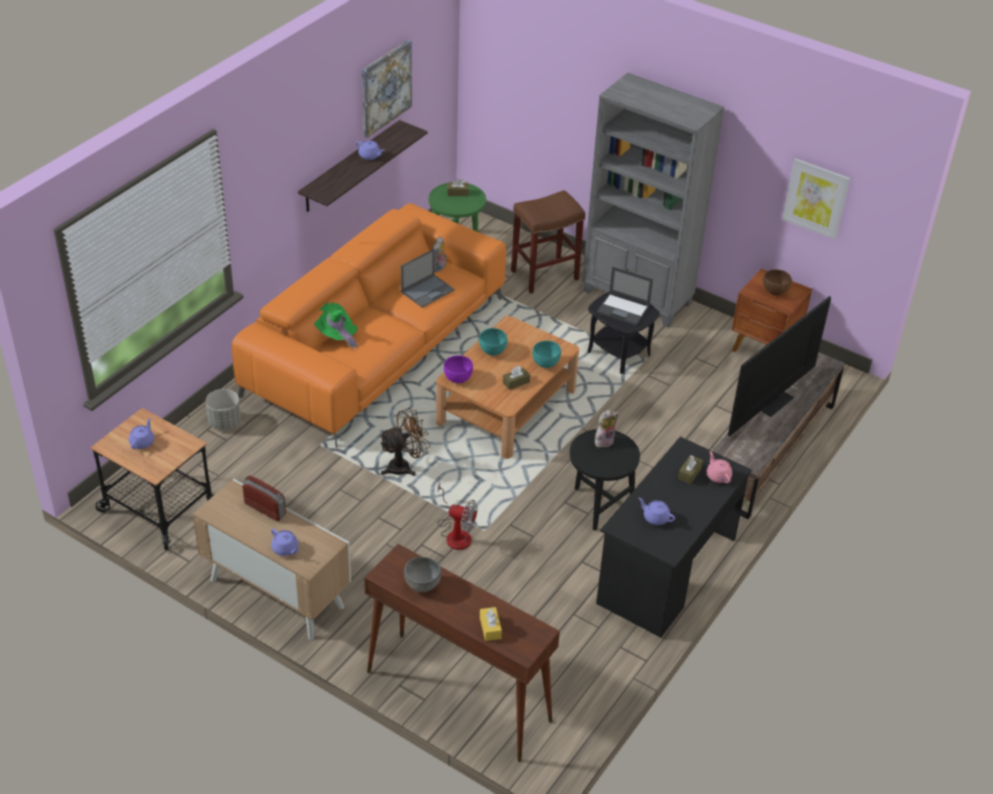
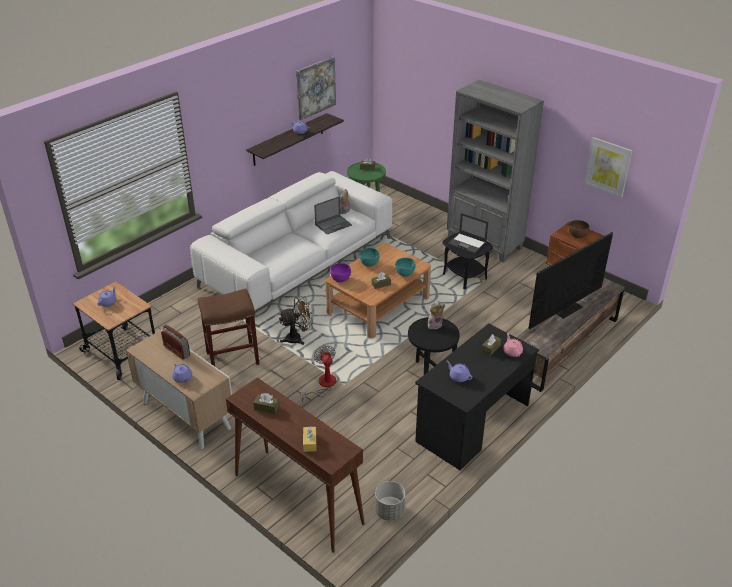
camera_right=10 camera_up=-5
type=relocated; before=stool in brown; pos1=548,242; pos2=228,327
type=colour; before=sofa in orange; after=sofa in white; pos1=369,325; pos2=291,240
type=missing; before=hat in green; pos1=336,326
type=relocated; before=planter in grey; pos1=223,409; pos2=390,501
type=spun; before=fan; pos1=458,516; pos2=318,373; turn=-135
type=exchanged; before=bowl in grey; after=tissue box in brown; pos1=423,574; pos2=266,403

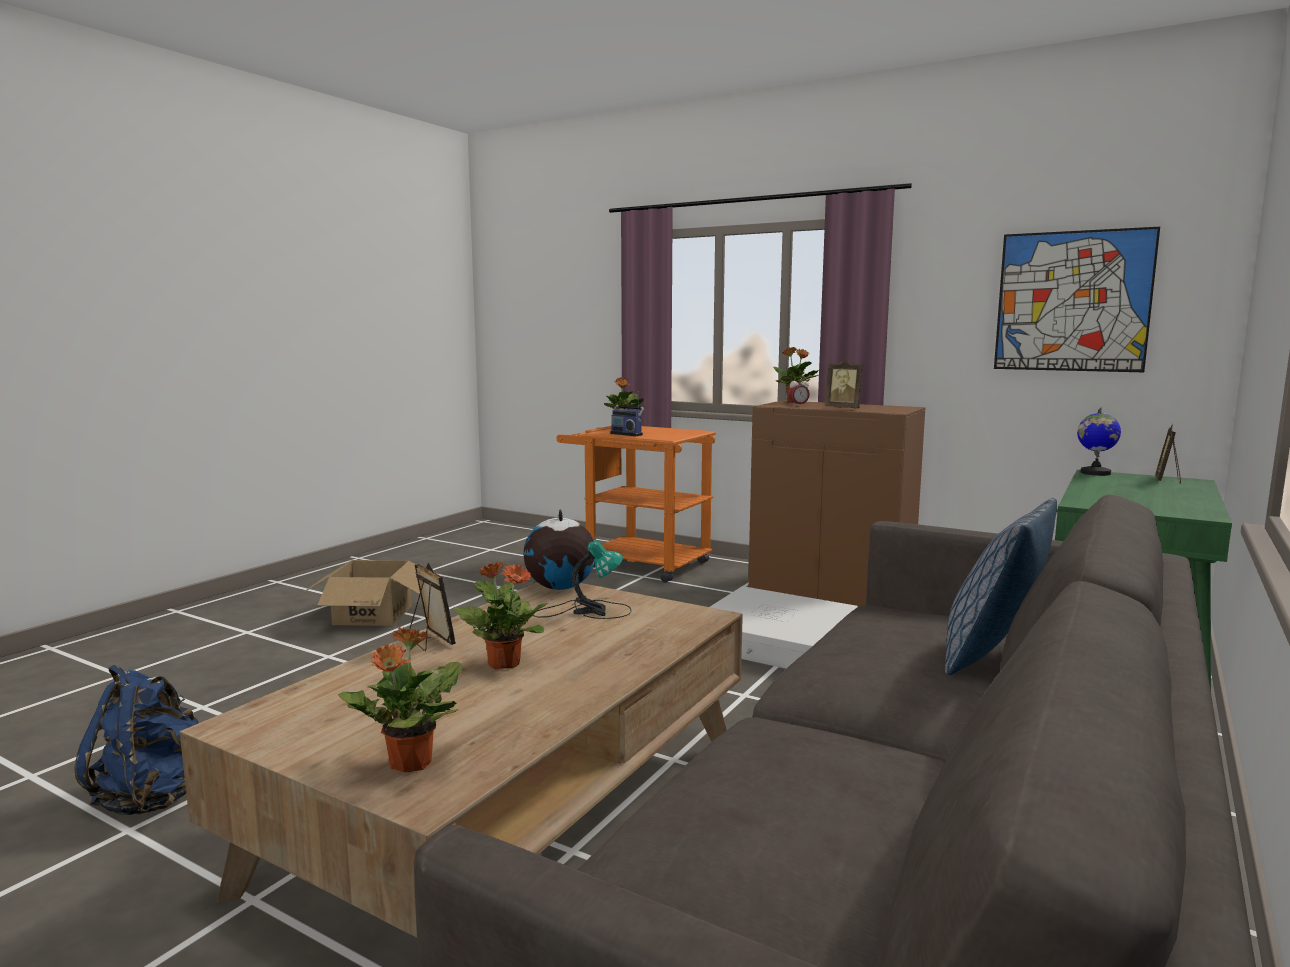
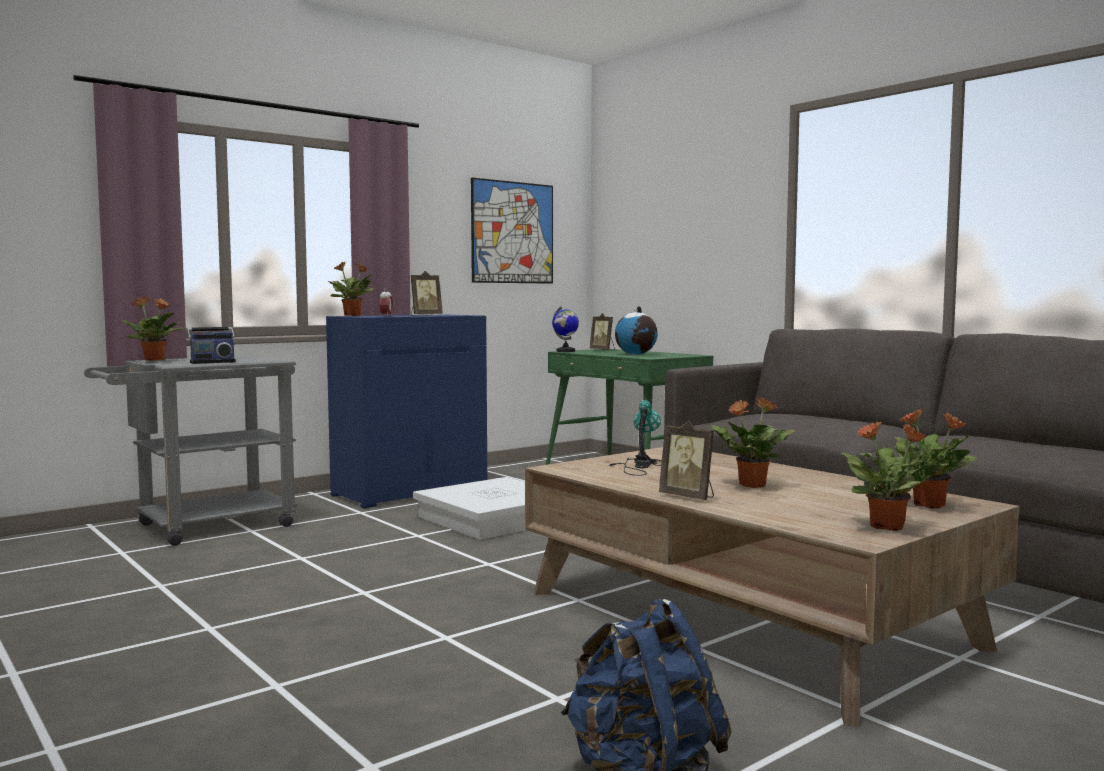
camera_right=-70 camera_up=-5
type=colour; before=cabinet in brown; after=cabinet in blue; pos1=836,503; pos2=406,411
type=colour; before=cart in orange; after=cart in grey; pos1=636,504; pos2=191,450
type=missing; before=pillow; pos1=1001,586
type=relocated; before=globe; pos1=559,549; pos2=636,330
type=missing; before=cardboard box; pos1=360,593
type=spun; before=picture frame; pos1=432,607; pos2=686,460; turn=-120
type=appeared; after=potted plant; pos2=891,476

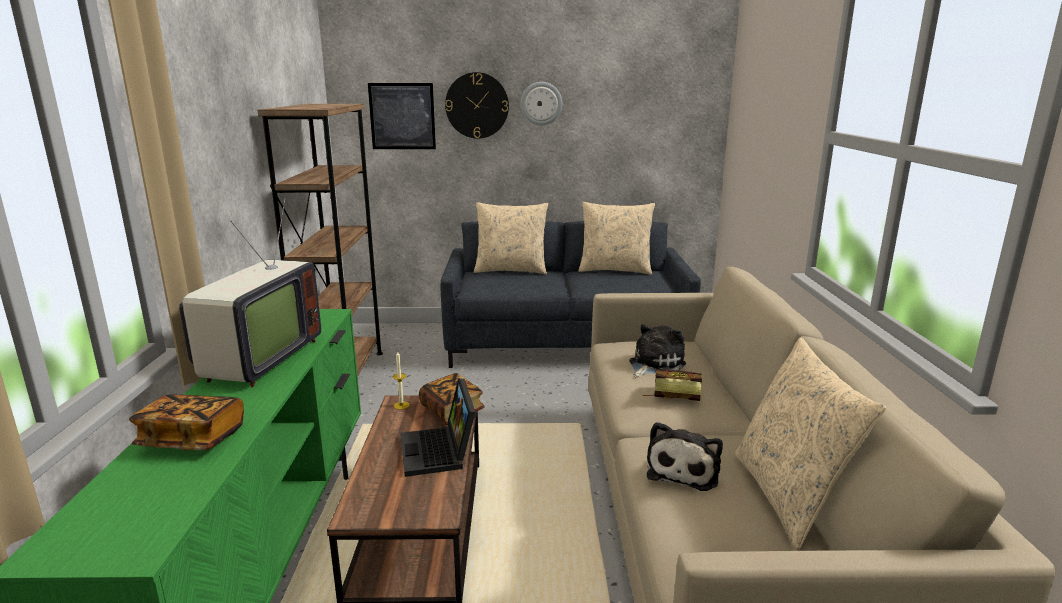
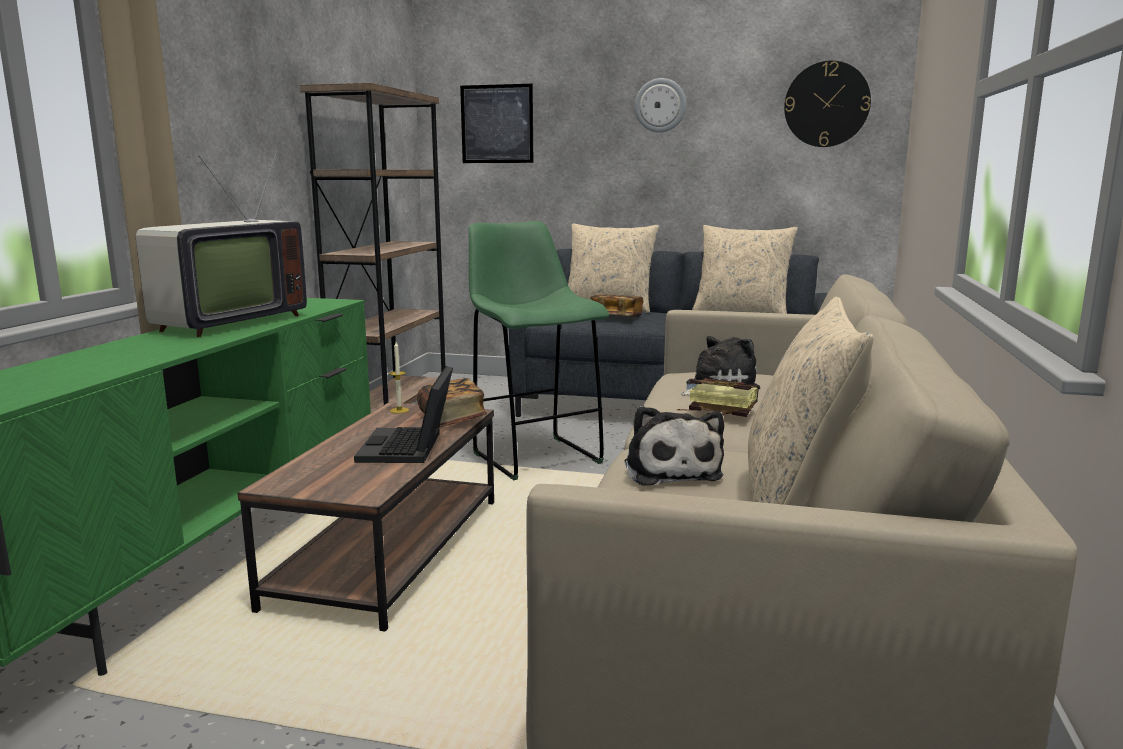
camera_right=15 camera_up=-5
type=relocated; before=wall clock; pos1=477,105; pos2=827,104
type=relocated; before=book; pos1=186,422; pos2=616,305
type=spun; before=plush toy; pos1=685,456; pos2=674,446; turn=-45
type=appeared; after=stool in green; pos2=539,350

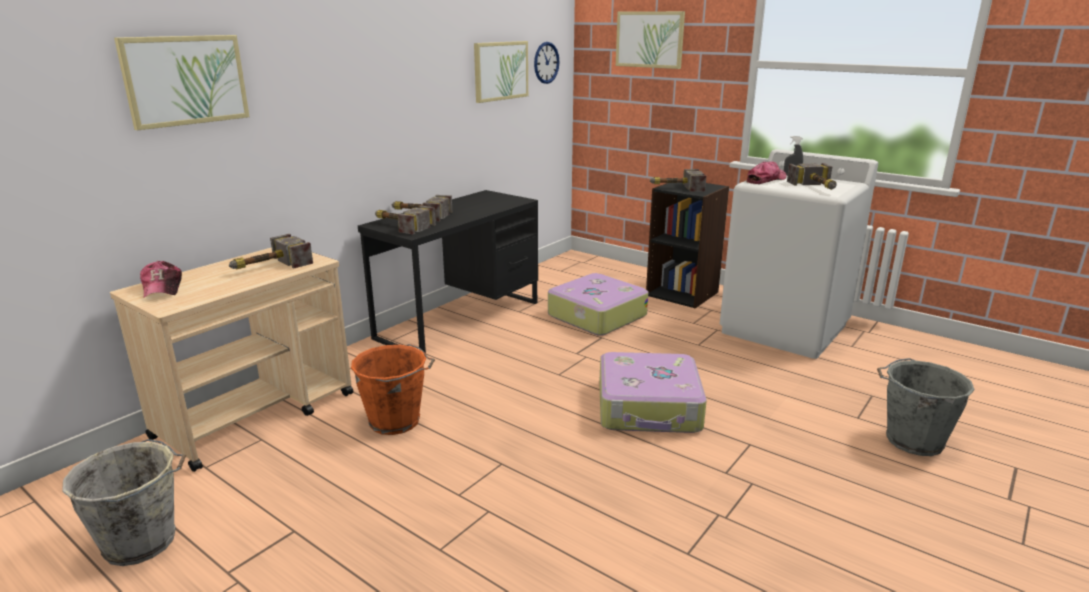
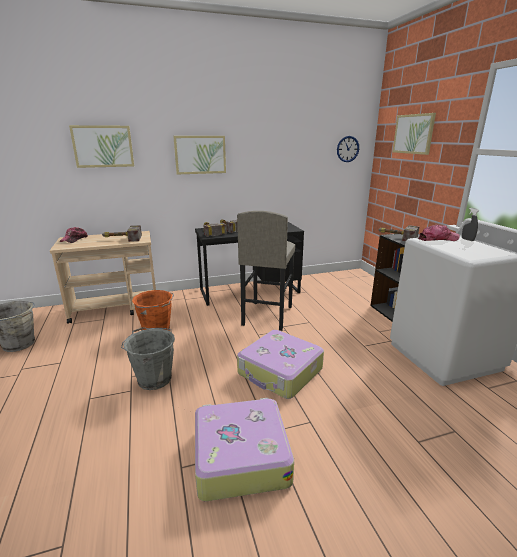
camera_right=35 camera_up=0
type=relocated; before=picture; pos1=501,72; pos2=199,155
type=missing; before=hammer; pos1=812,176
type=relocated; before=suitcase; pos1=598,304; pos2=244,449
type=relocated; before=bucket in grey; pos1=926,407; pos2=148,358
type=appeared; after=stool in grey; pos2=266,271

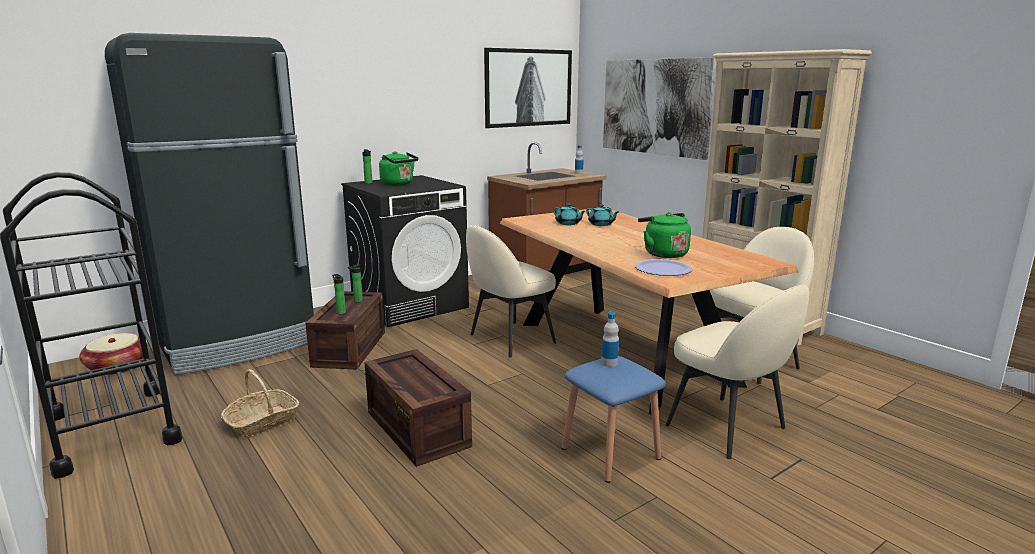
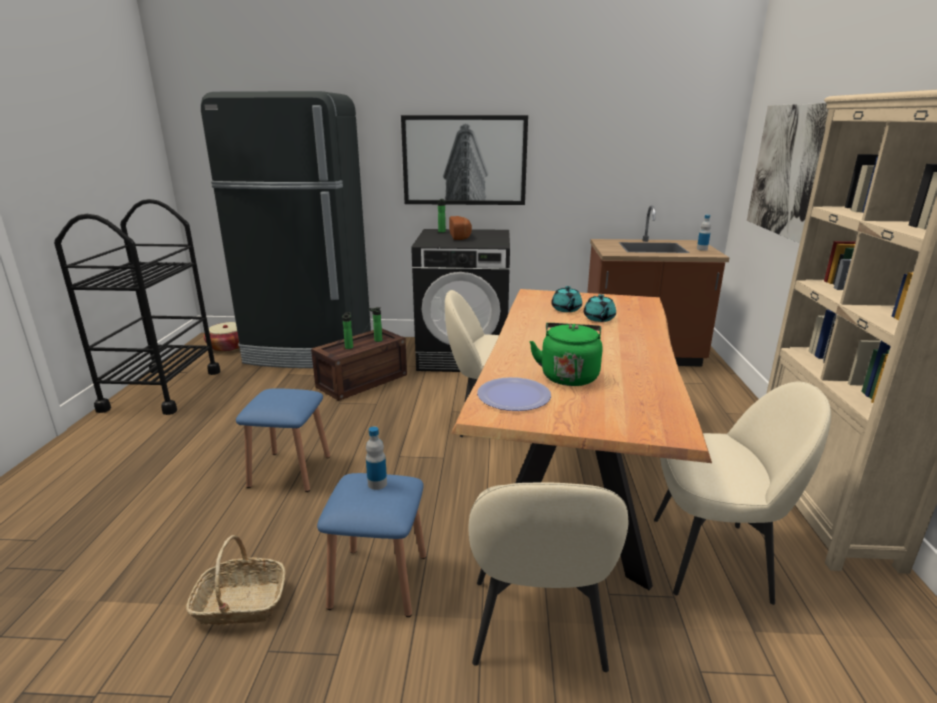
camera_right=40 camera_up=5
type=relocated; before=picture; pos1=528,88; pos2=464,160
type=exchanged; before=kettle in green; after=bread; pos1=398,168; pos2=460,228
type=exchanged; before=crate; after=stool in blue; pos1=418,408; pos2=283,440
type=relocated; before=basket; pos1=260,403; pos2=236,580

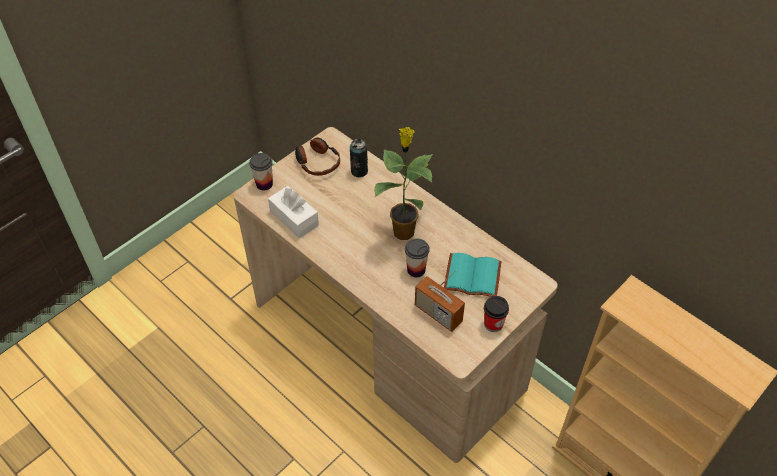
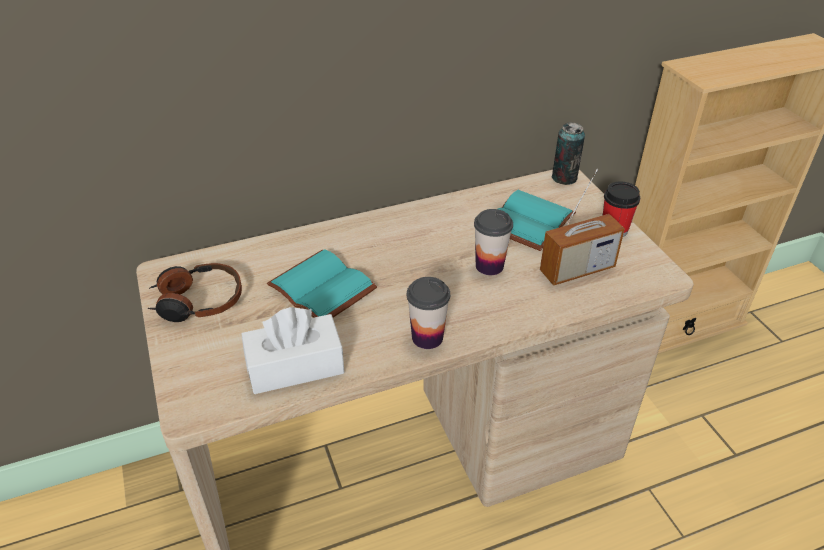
camera_right=-65 camera_up=-10
type=missing; before=potted plant; pos1=403,183
type=relocated; before=can; pos1=359,158; pos2=568,154
type=relocated; before=cup; pos1=261,172; pos2=428,313
type=appeared; after=book in turquoise; pos2=322,283

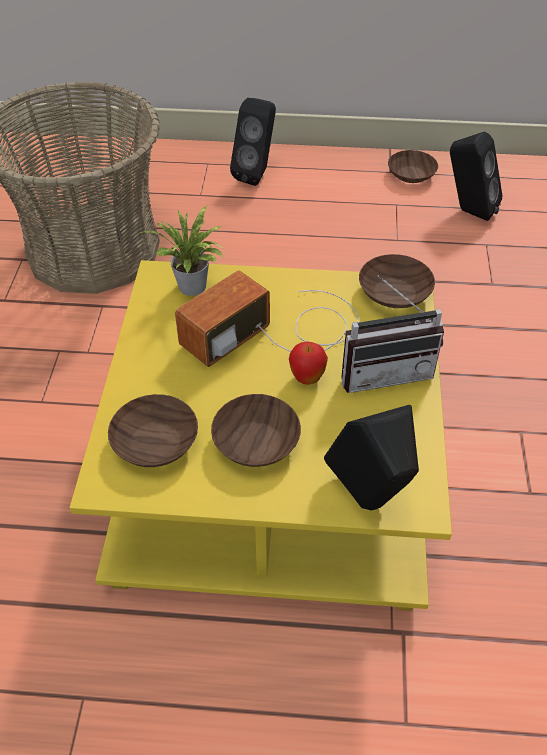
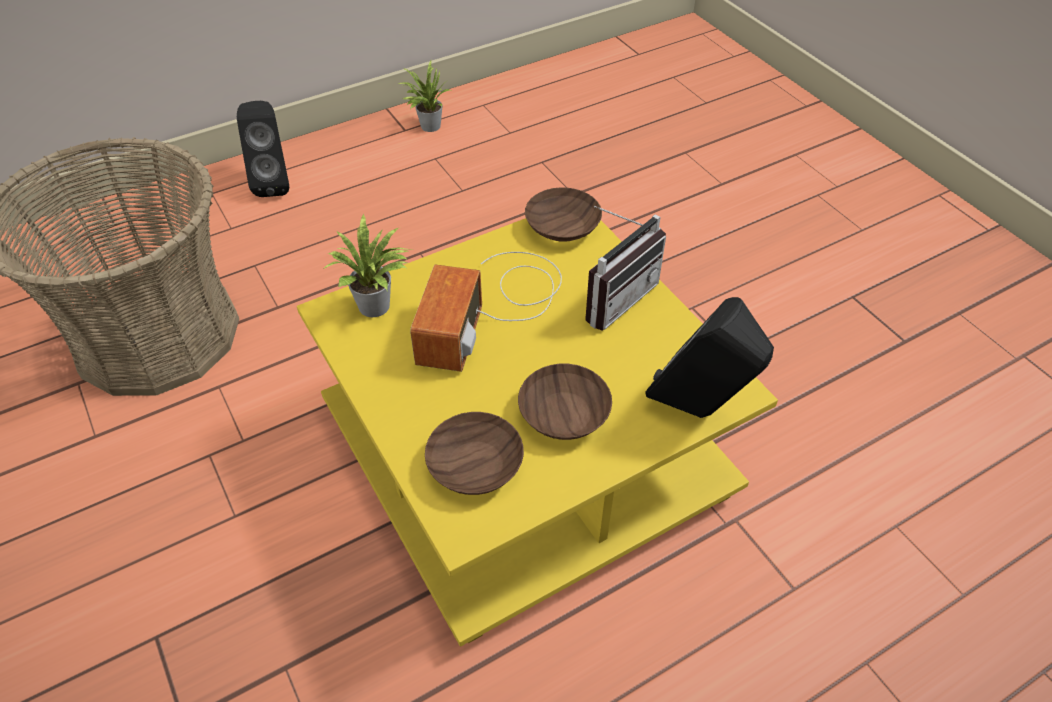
camera_right=-35 camera_up=0
type=missing; before=speaker in black; pos1=476,176
type=exchanged; before=bowl in brown; after=potted plant; pos1=413,166; pos2=424,96
type=missing; before=apple; pos1=308,363

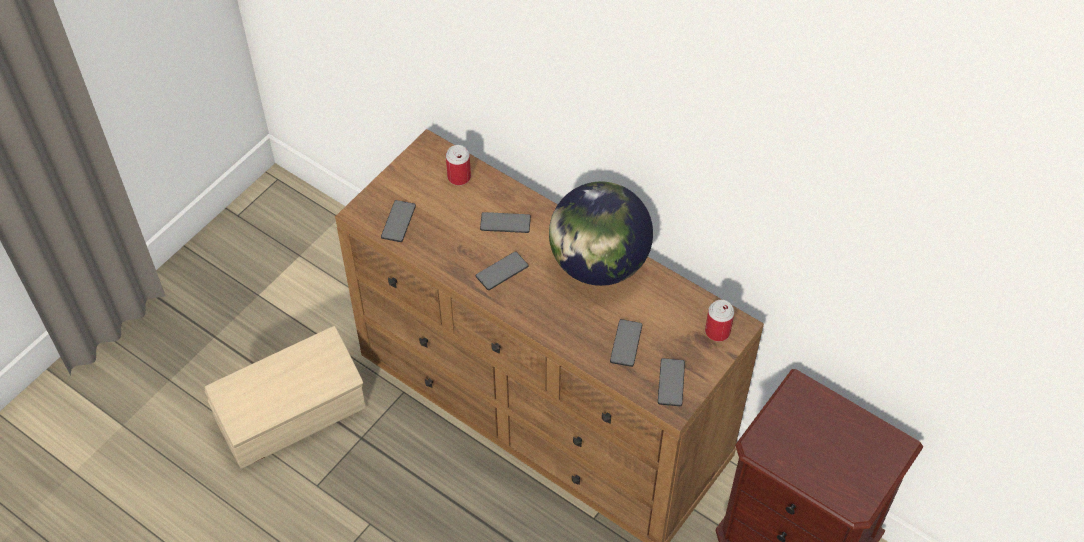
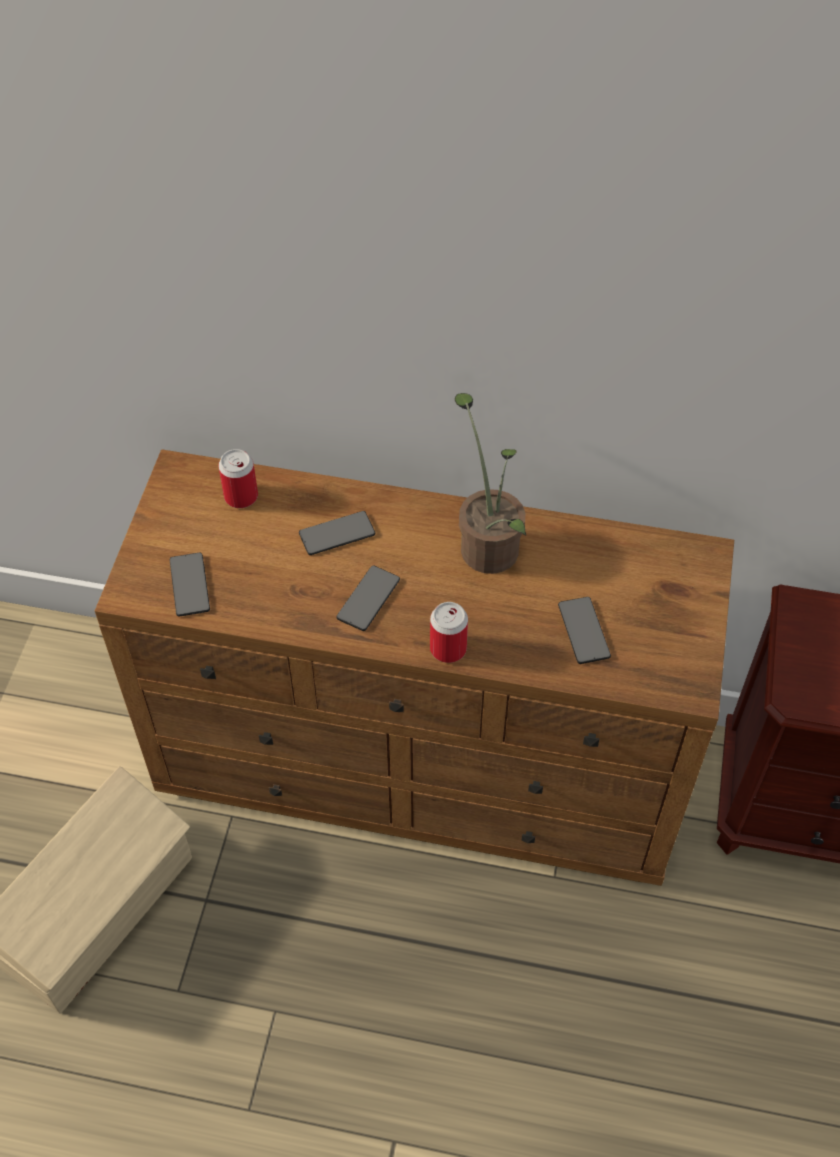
camera_right=-25 camera_up=0
type=exchanged; before=globe; after=potted plant; pos1=601,233; pos2=490,483
type=relocated; before=can; pos1=719,321; pos2=449,632
type=missing; before=phone; pos1=671,382

